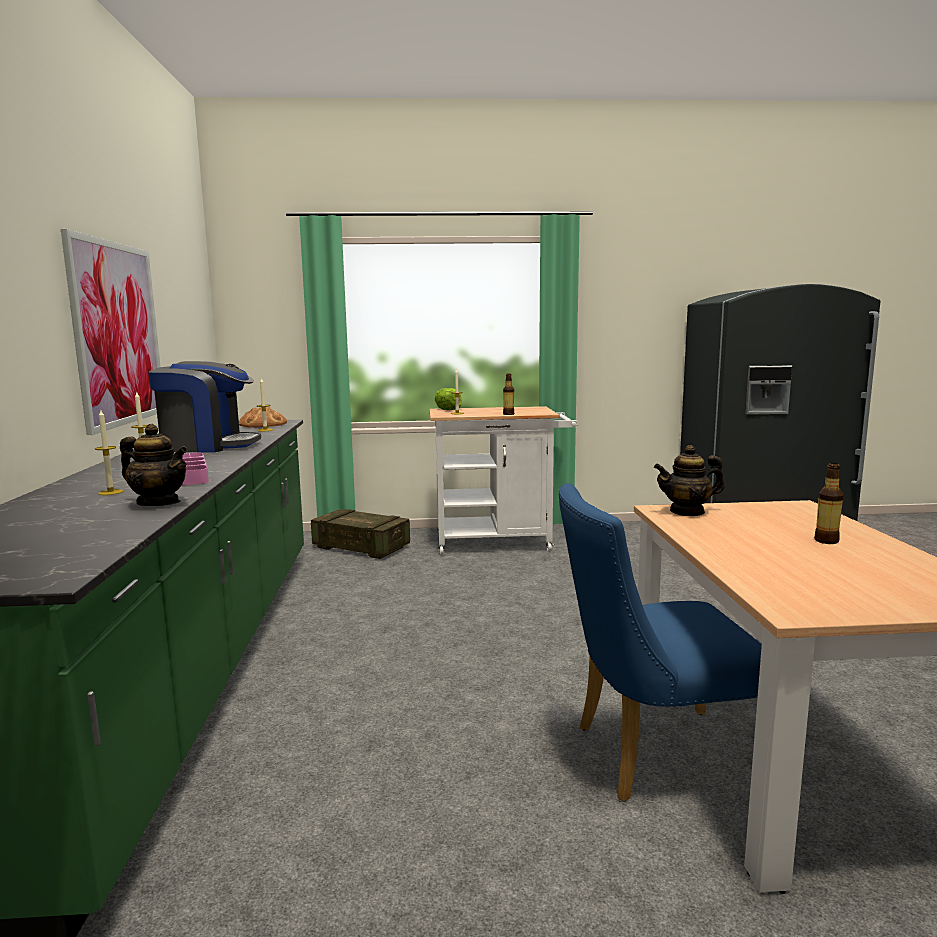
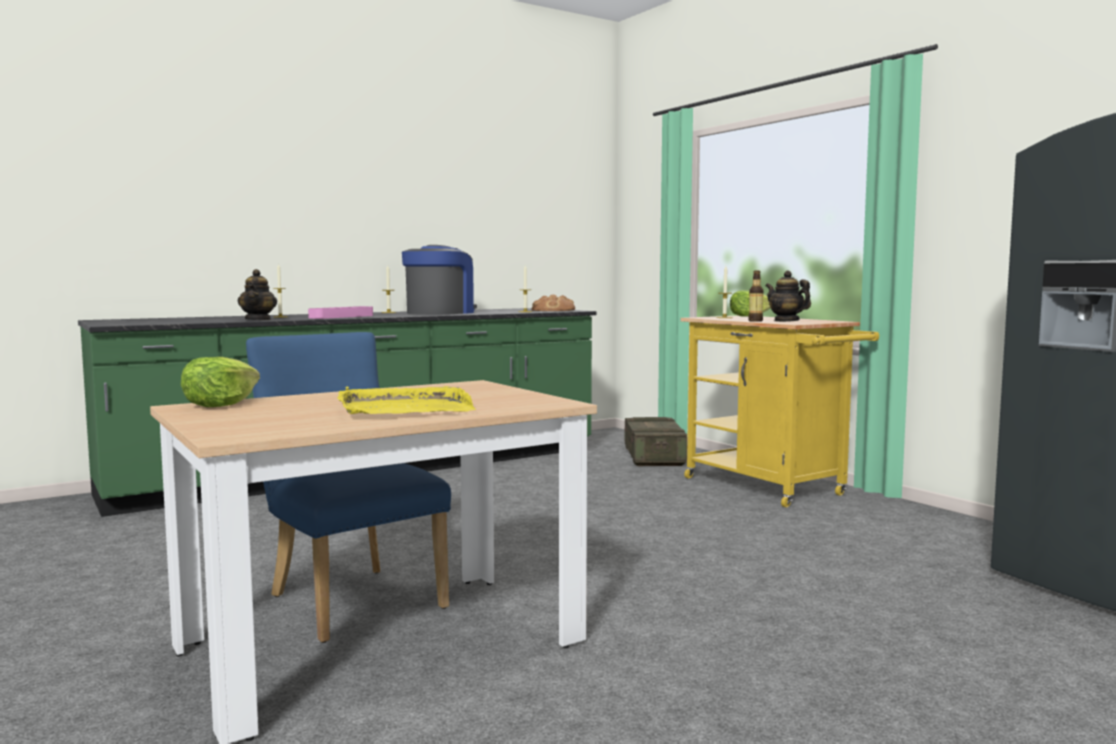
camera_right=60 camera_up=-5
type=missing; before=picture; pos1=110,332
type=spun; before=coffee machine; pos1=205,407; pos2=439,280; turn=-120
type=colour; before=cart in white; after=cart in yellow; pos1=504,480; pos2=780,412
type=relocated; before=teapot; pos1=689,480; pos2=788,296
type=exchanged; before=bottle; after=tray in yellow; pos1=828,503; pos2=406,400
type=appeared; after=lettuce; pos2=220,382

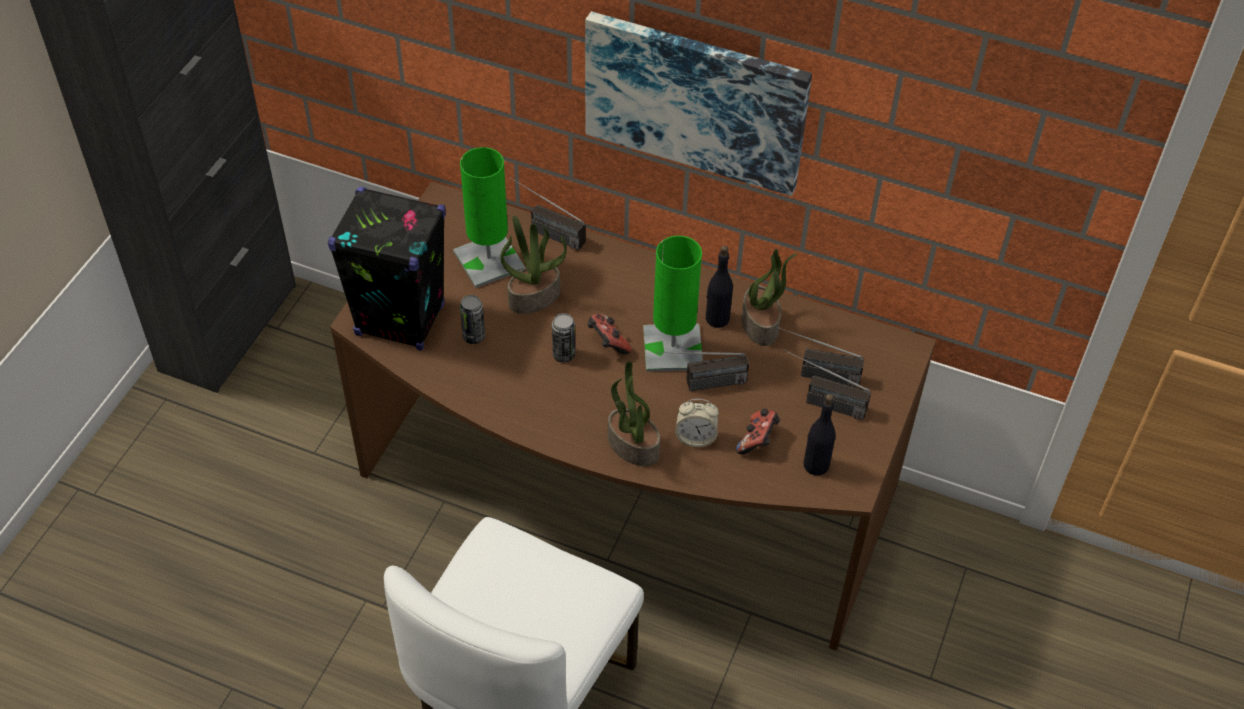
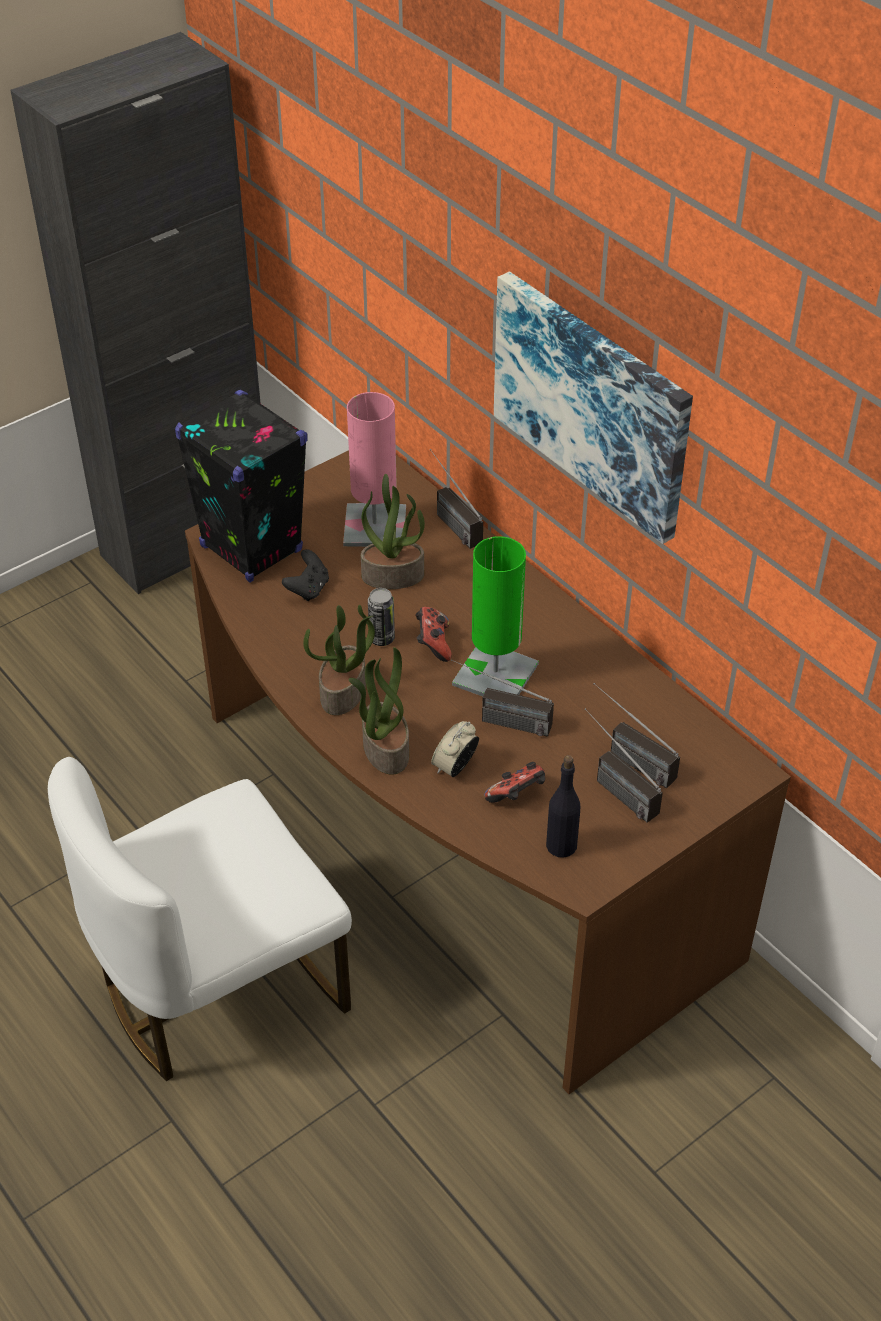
camera_right=30 camera_up=-5
type=colour; before=table lamp in green; after=table lamp in pink; pos1=489,217; pos2=374,469
type=missing; before=bottle in black; pos1=719,286
type=relocated; before=potted plant; pos1=769,297; pos2=339,660
type=exchanged; before=can; after=game controller in black; pos1=472,319; pos2=305,575
type=spun; before=alarm clock; pos1=697,423; pos2=455,749; turn=90

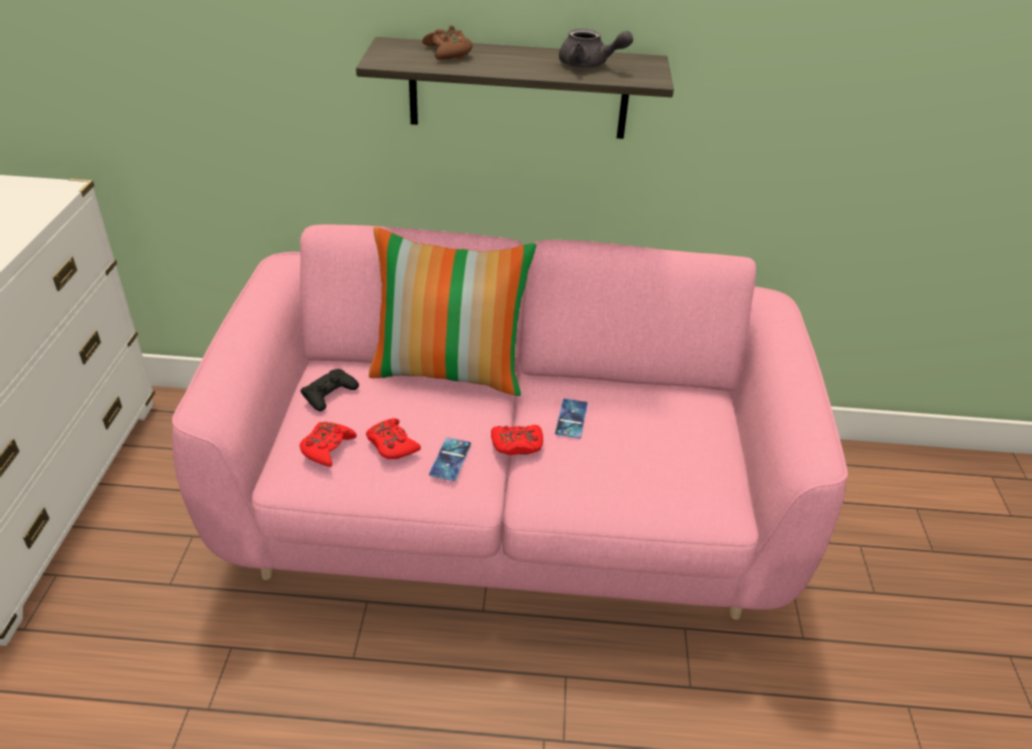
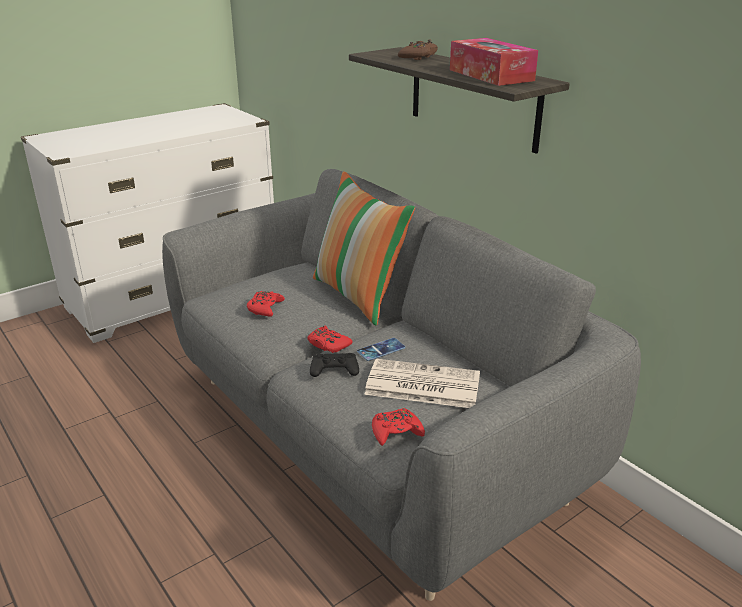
camera_right=50 camera_up=-10
type=exchanged; before=teapot in grey; after=tissue box; pos1=596,48; pos2=494,62
type=colour; before=sofa in pink; after=sofa in grey; pos1=510,422; pos2=401,385
type=relocated; before=game controller in black; pos1=329,390; pos2=334,365
type=relocated; before=game controller in red; pos1=328,444; pos2=398,427
type=missing; before=phone; pos1=450,459
type=appeared; after=newspaper; pos2=422,383

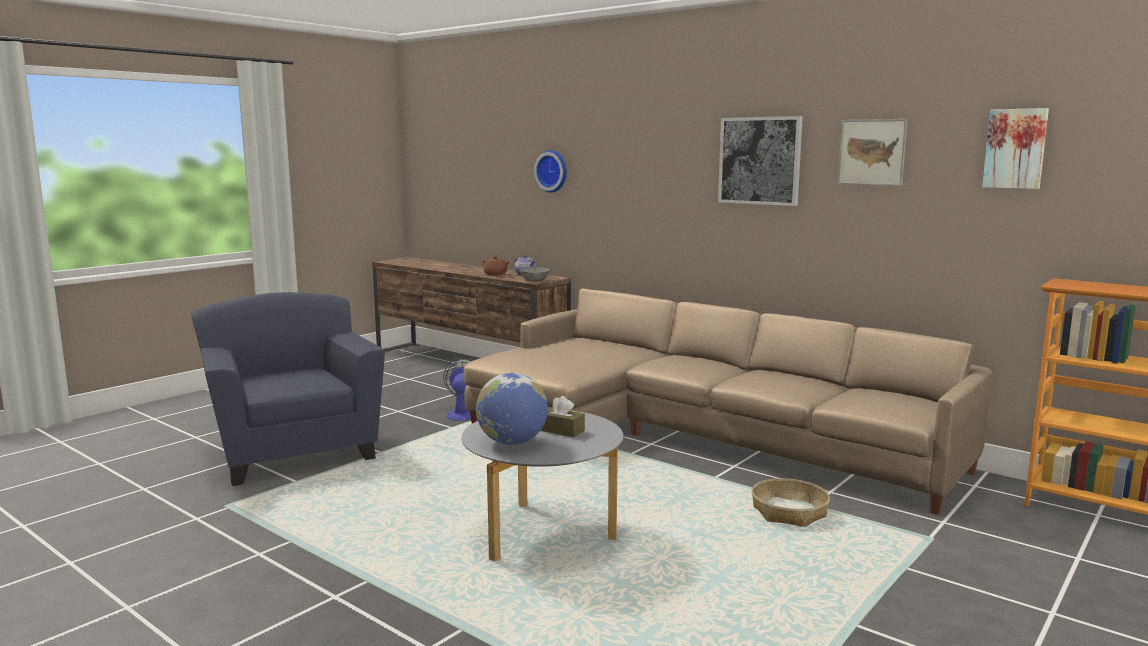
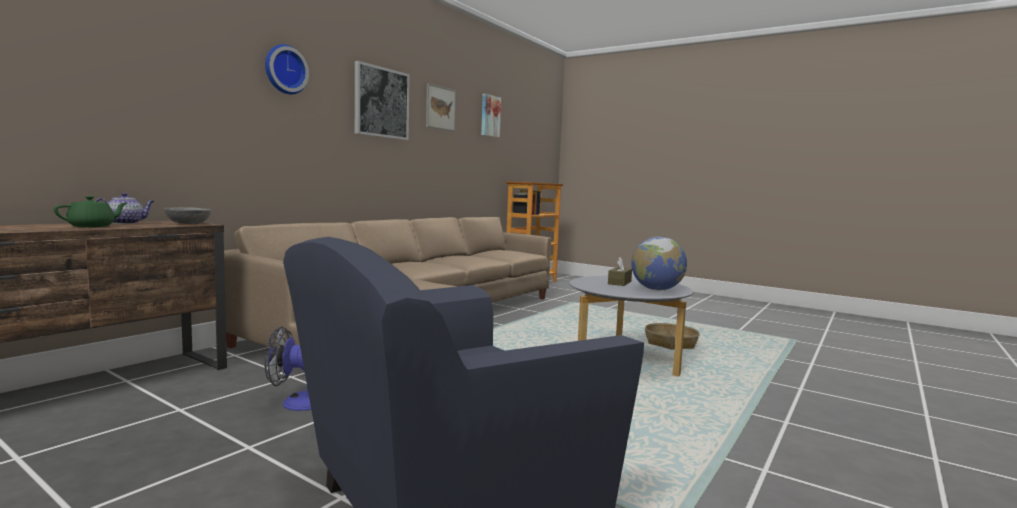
camera_right=-95 camera_up=-5
type=relocated; before=wall clock; pos1=550,171; pos2=287,69
type=colour; before=teapot in brown; after=teapot in green; pos1=495,265; pos2=90,211
type=relocated; before=basket; pos1=791,502; pos2=672,336

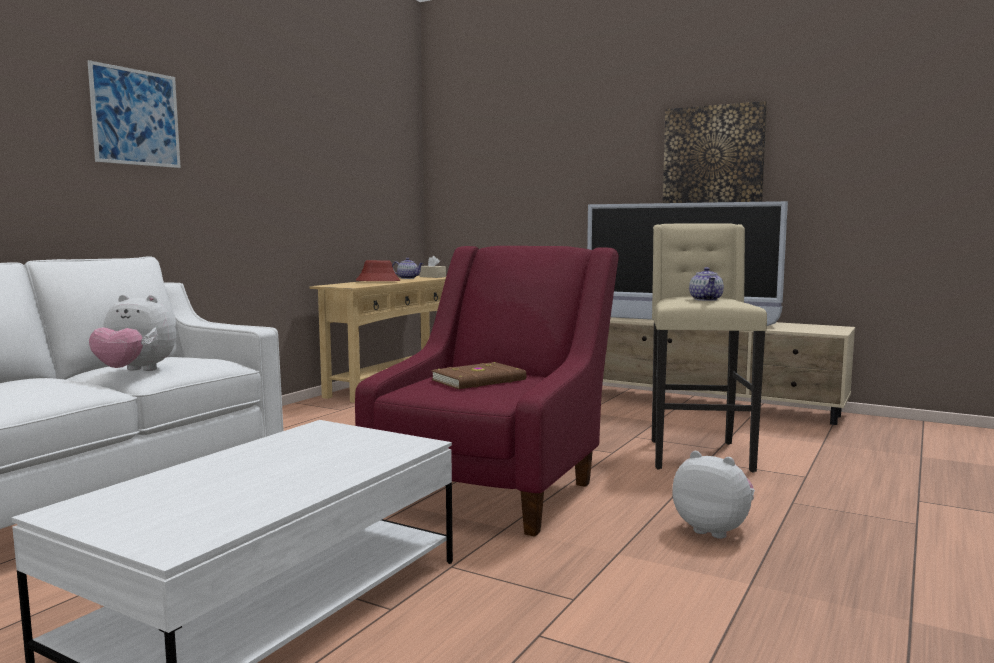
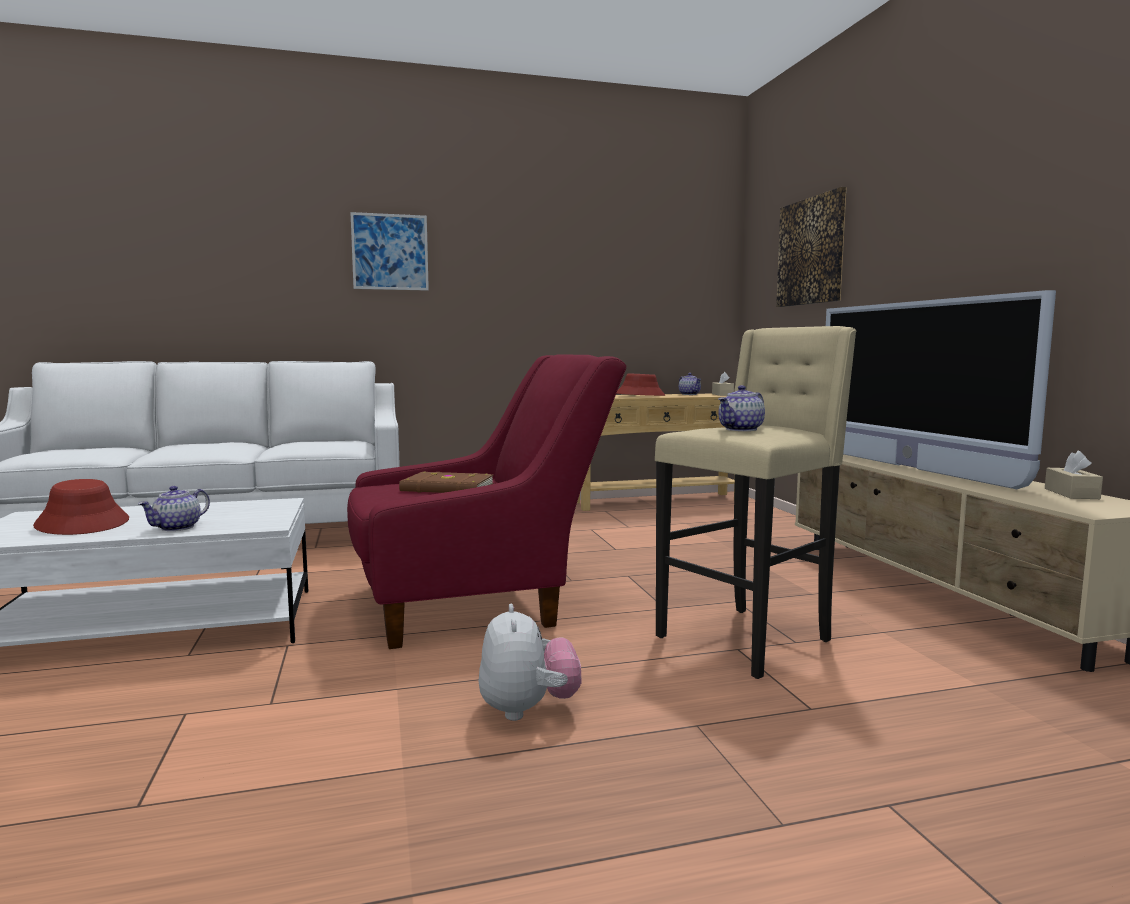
camera_right=45 camera_up=0
type=relocated; before=picture; pos1=715,152; pos2=811,247
type=missing; before=plush toy; pos1=132,333
type=appeared; after=tissue box in beige; pos2=1074,475
type=appeared; after=hat in red; pos2=81,507
type=appeared; after=teapot; pos2=174,508

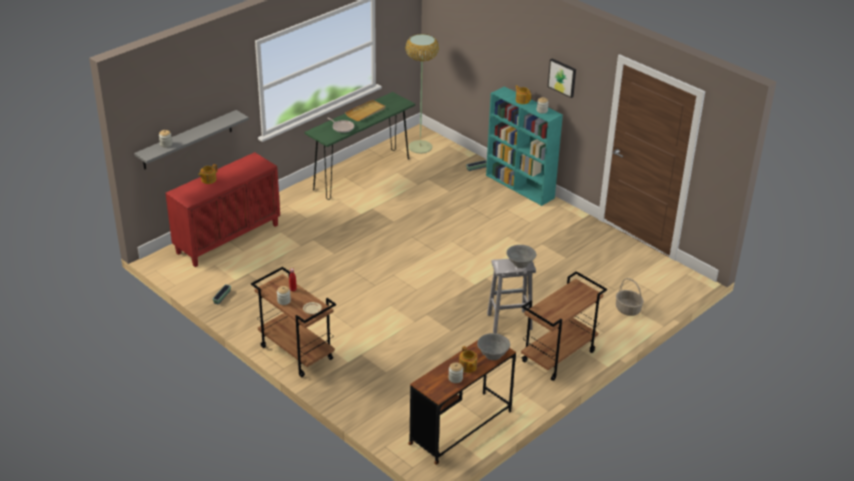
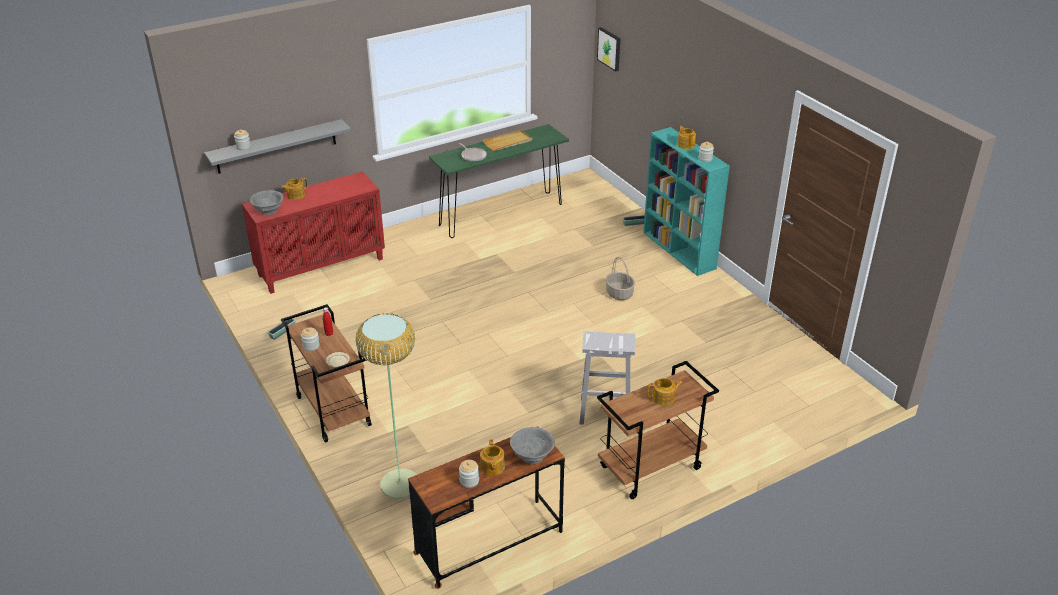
camera_right=15 camera_up=0
type=relocated; before=floor lamp; pos1=422,94; pos2=386,406
type=relocated; before=picture; pos1=562,78; pos2=608,49
type=relocated; before=bowl in grey; pos1=521,256; pos2=266,202
type=relocated; before=basket; pos1=630,297; pos2=620,278
type=appeared; after=teapot; pos2=665,392

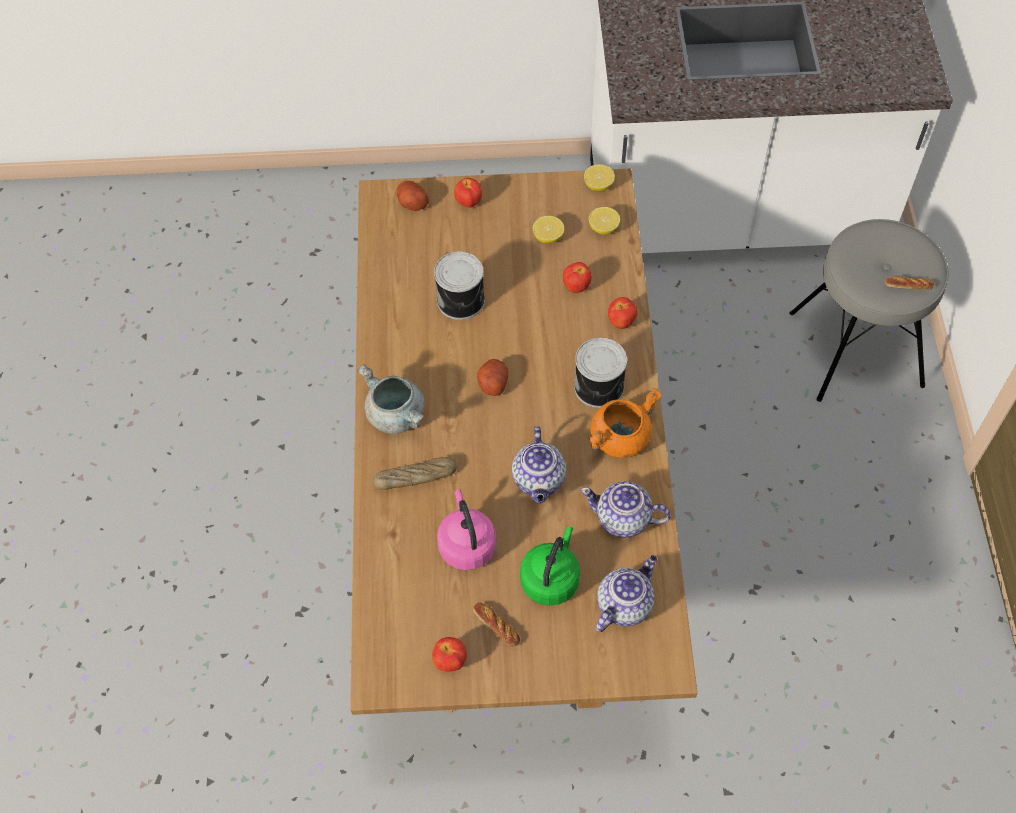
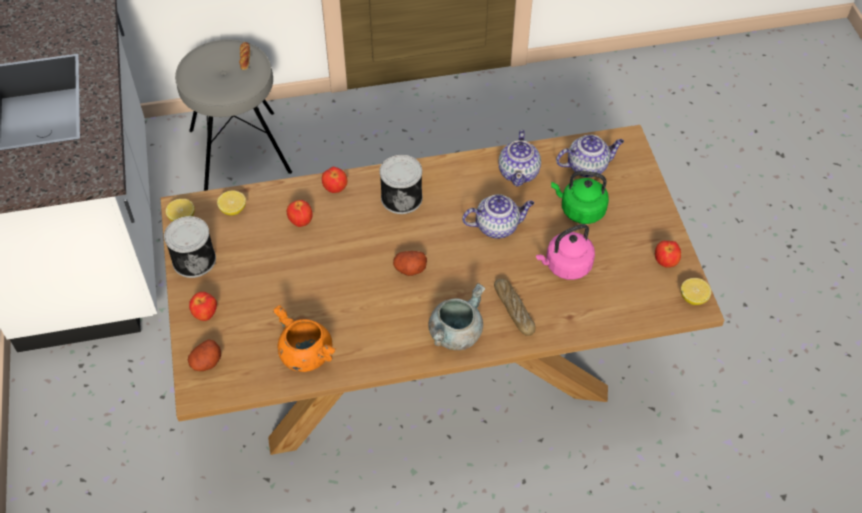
camera_right=-100 camera_up=-5
type=relocated; before=lemon; pos1=548,229; pos2=696,291
type=relocated; before=can; pos1=459,285; pos2=190,247
type=relocated; before=cooking pot in orange; pos1=625,423; pos2=304,338
type=spun; before=teapot; pos1=626,593; pos2=590,156; turn=135
type=missing; before=bread; pos1=496,624

